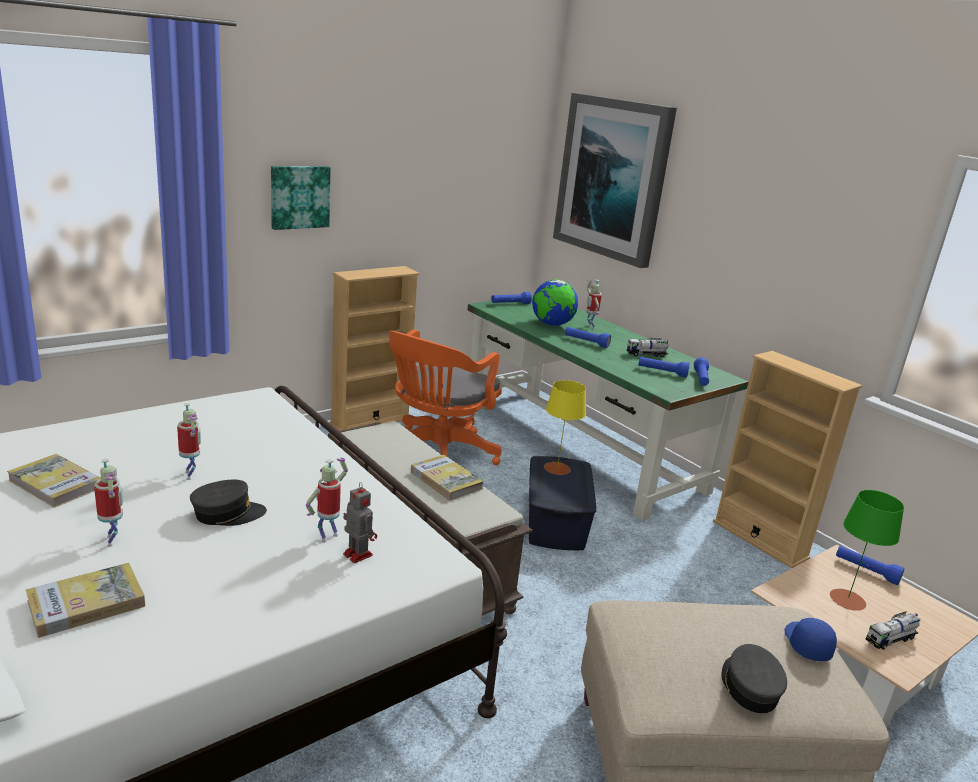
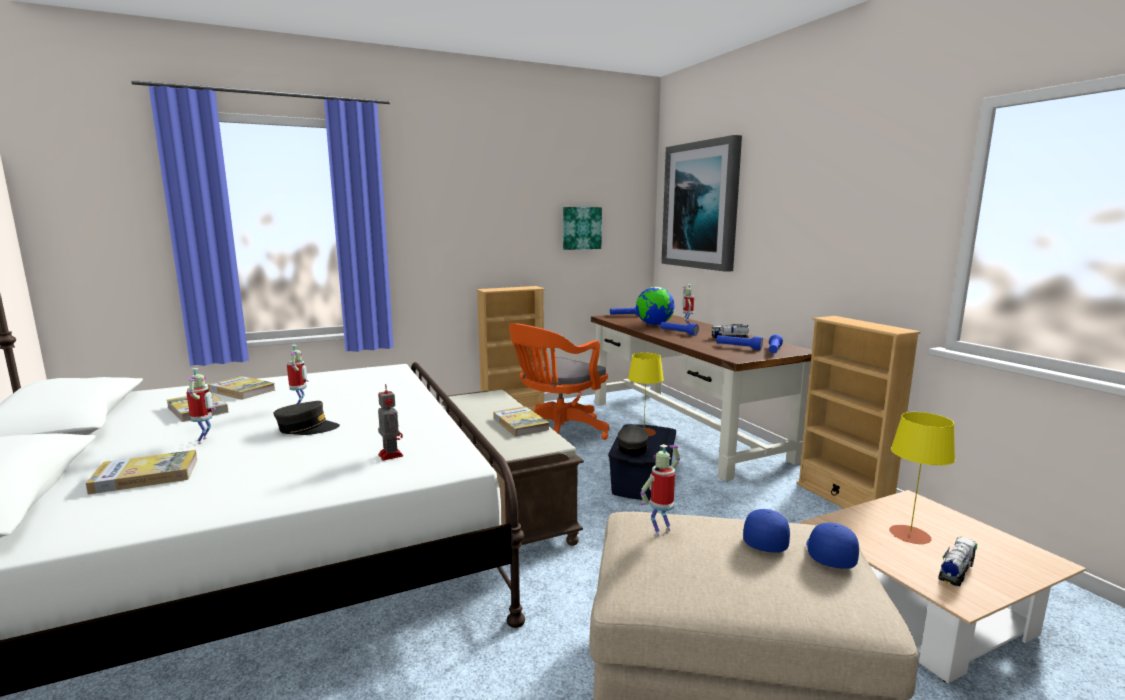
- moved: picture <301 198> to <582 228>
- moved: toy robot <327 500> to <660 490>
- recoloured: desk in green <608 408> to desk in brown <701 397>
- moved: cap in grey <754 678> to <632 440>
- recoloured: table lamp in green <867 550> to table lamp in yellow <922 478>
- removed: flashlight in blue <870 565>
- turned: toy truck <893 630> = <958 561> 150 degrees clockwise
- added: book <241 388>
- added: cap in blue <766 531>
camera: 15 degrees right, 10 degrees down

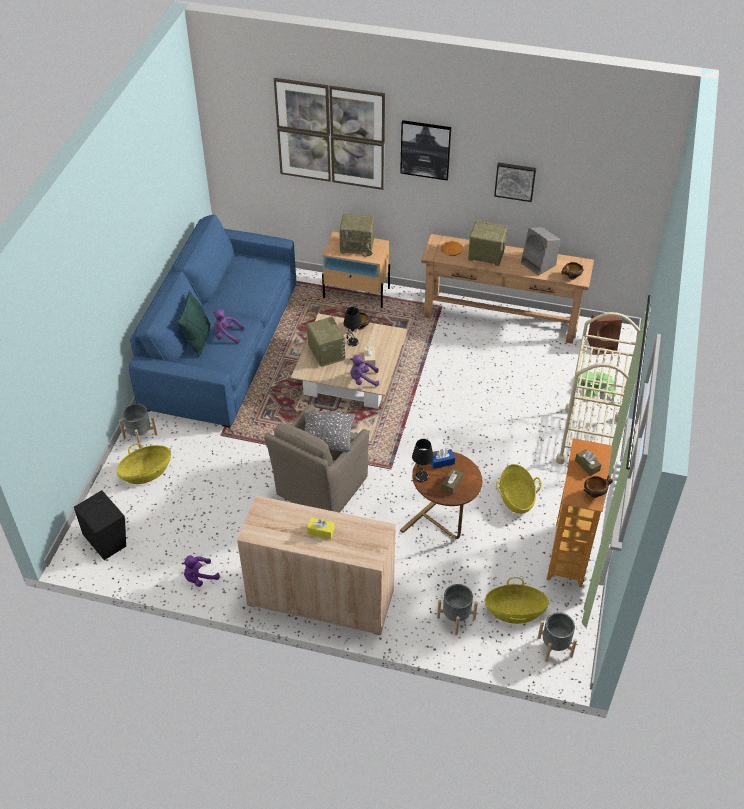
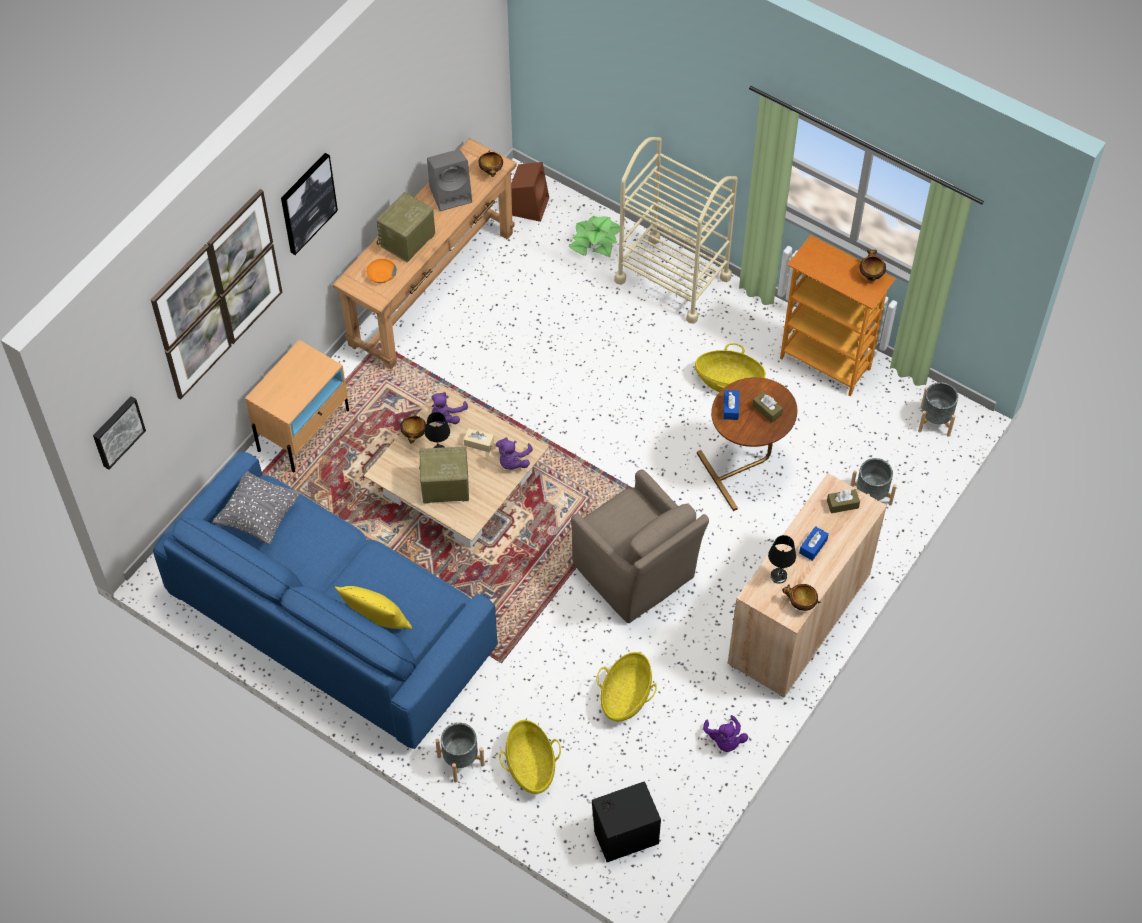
- recoloured: pillow in green <194 324> to pillow in yellow <373 607>
- moved: plush toy in purple <228 326> to <450 408>
- moved: pillow in grey <329 431> to <257 508>
- recoloured: tissue box in yellow <321 528> to tissue box in blue <814 543>
- removed: radio <356 235>
- moved: table lamp in black <423 460> to <782 559>
- moved: basket <517 600> to <627 686>
- moved: picture <515 182> to <119 433>
- moved: tissue box in brown <588 462> to <843 501>
- added: bowl <801 597>
camera: 70 degrees left, 10 degrees up

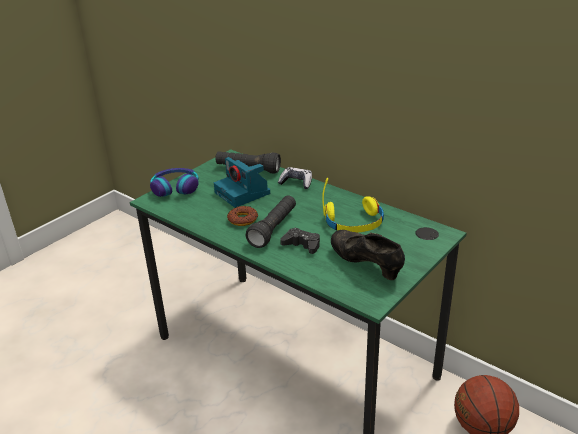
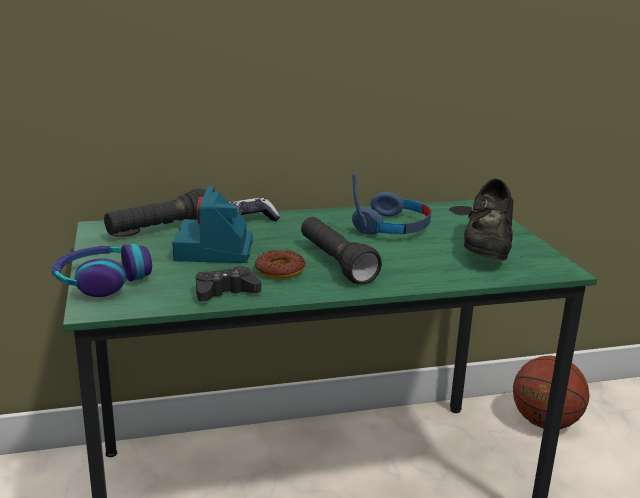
- turned: photo camera <242 182> = <212 224> 90 degrees clockwise
- moved: game controller in black <300 241> to <228 284>
- recoloured: headphones in yellow <353 205> to headphones in blue <391 204>
- turned: shoe in black <368 255> = <488 219> 75 degrees counterclockwise
camera: 55 degrees left, 10 degrees down

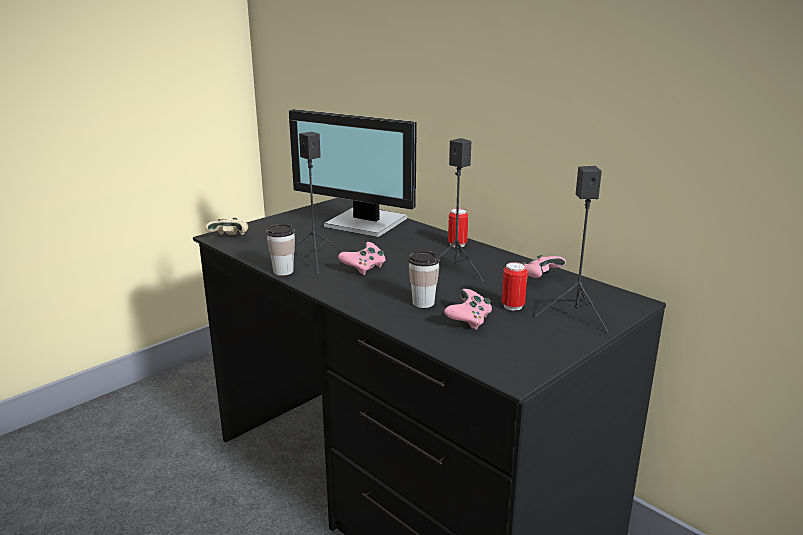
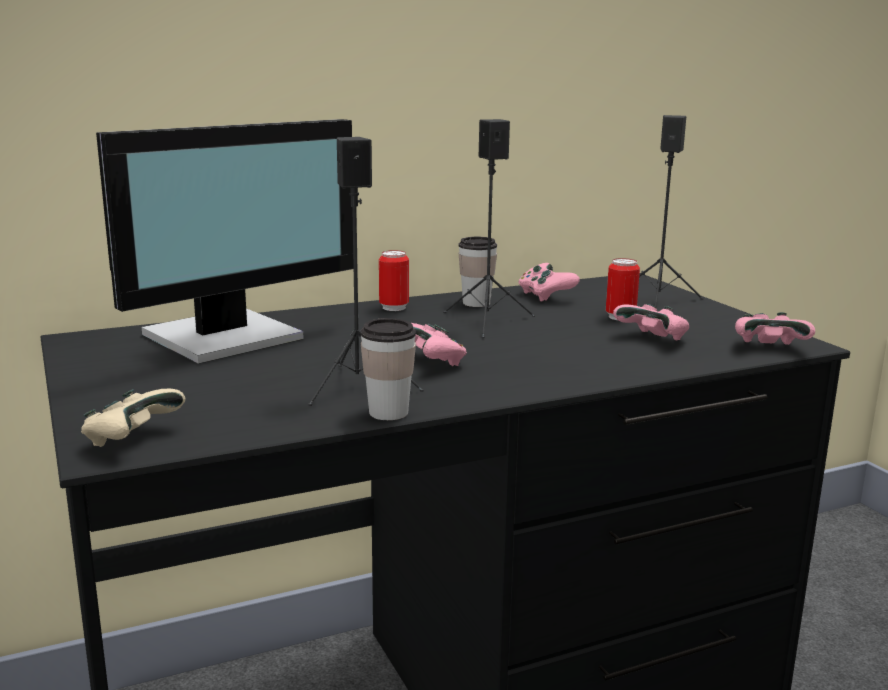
- moved: cup <424 279> to <478 272>
- added: game controller in pink <775 328>
camera: 70 degrees left, 5 degrees down

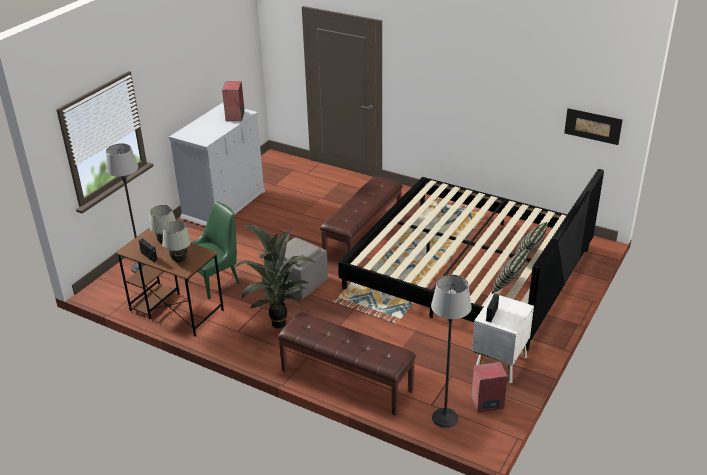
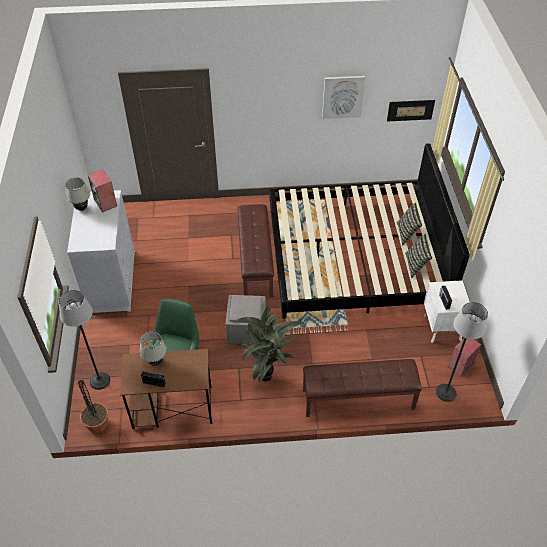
- moved: table lamp in white <176 241> to <77 194>
- added: potted plant <93 406>
- added: picture <343 97>
camera: 35 degrees left, 15 degrees up

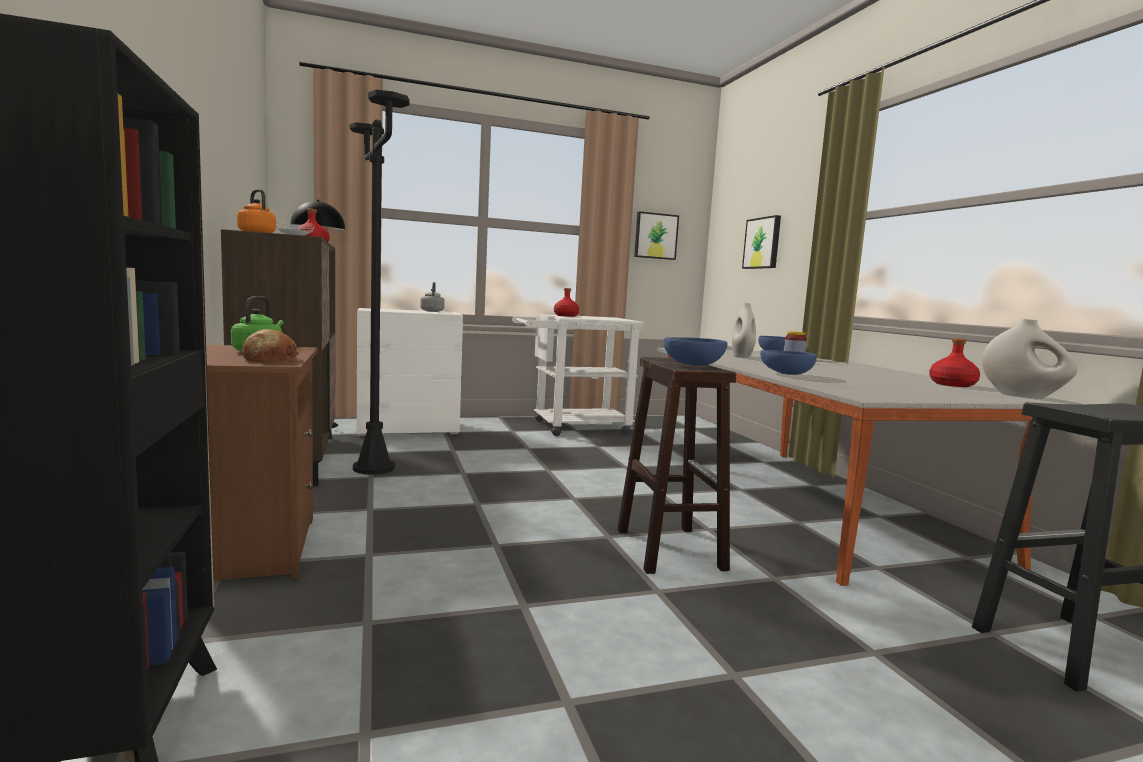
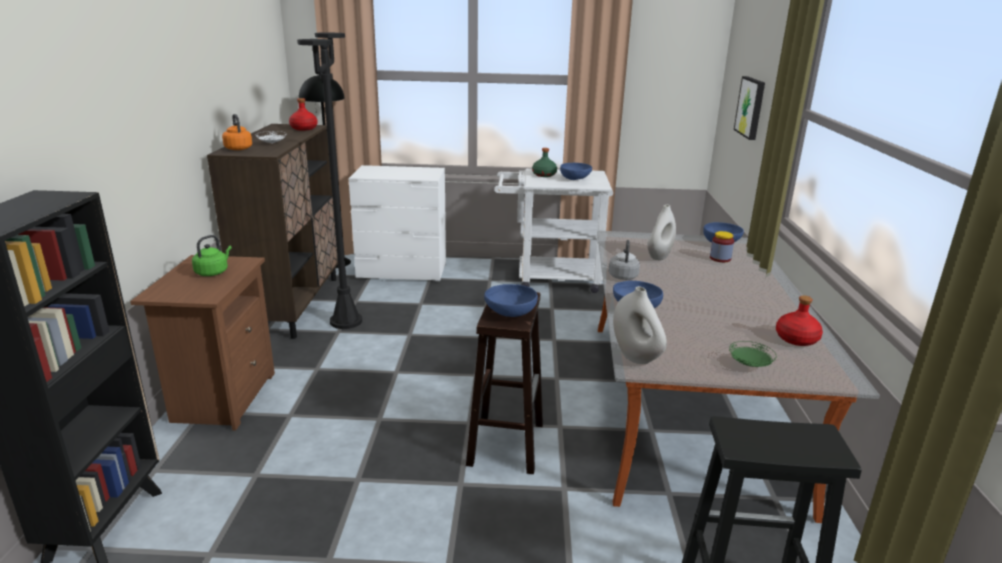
- removed: bread <270 345>
- moved: kettle in grey <432 297> to <624 260>
- recoloured: bottle in red <566 302> to bottle in green <544 162>
- removed: picture <656 235>
- moved: vase in white <1029 359> to <640 325>
- added: bowl in blue <576 171>
- added: plate in green <753 354>
camera: 20 degrees right, 15 degrees up

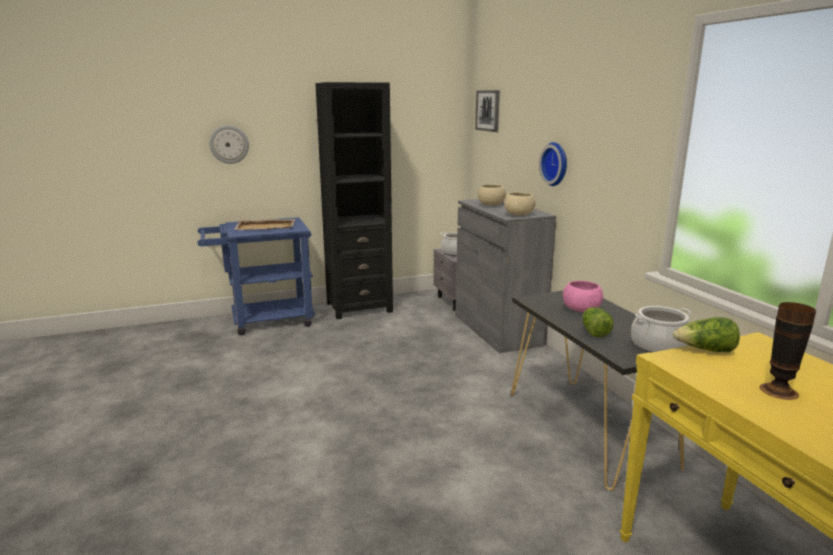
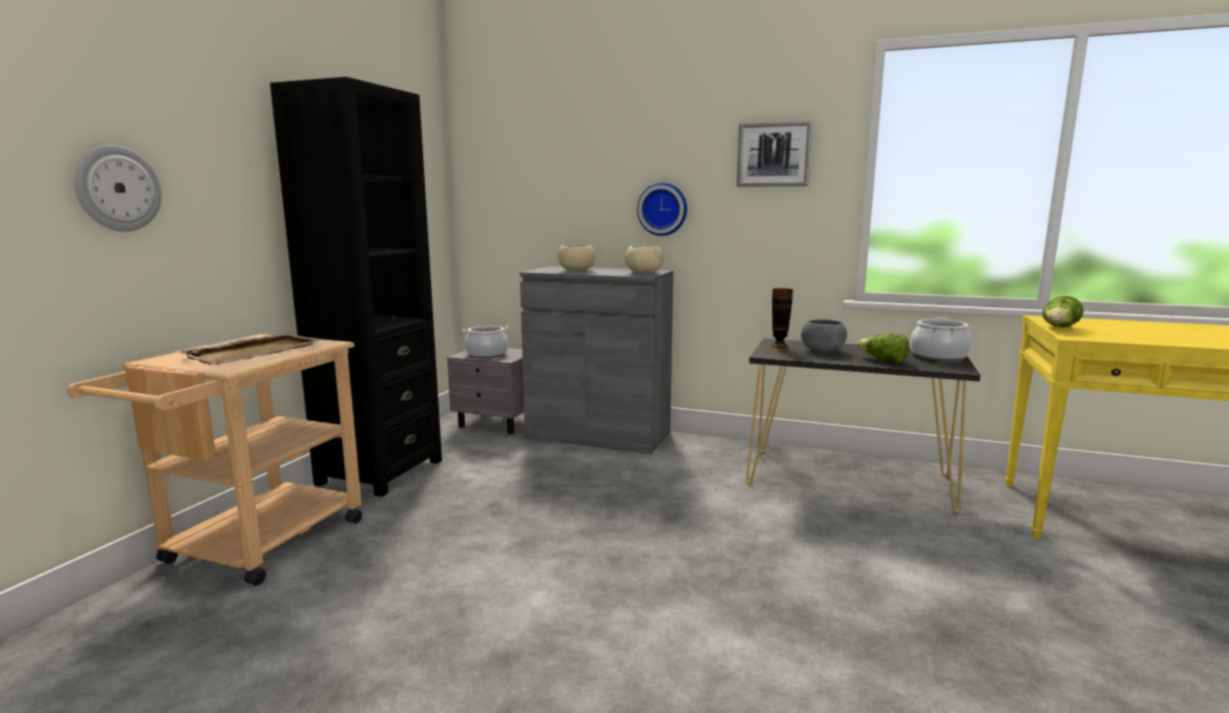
- recoloured: cart in blue <256 276> to cart in beige <214 460>
- moved: picture <487 111> to <775 154>
- recoloured: bowl in pink <583 296> to bowl in grey <824 336>
- moved: vase <788 351> to <780 319>
camera: 50 degrees left, 5 degrees down

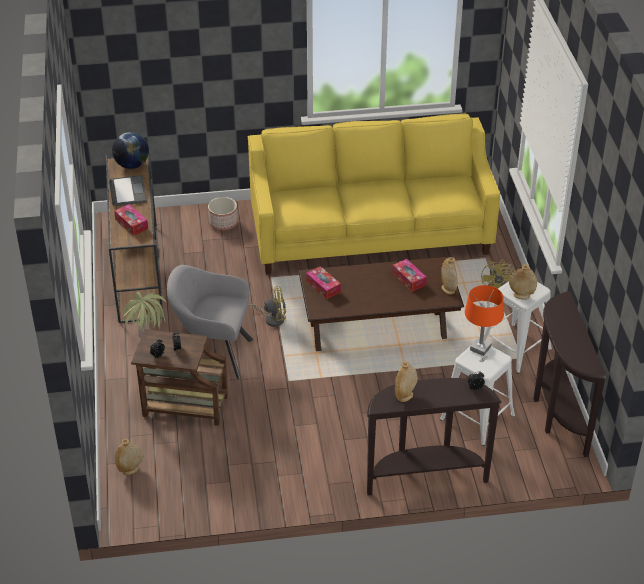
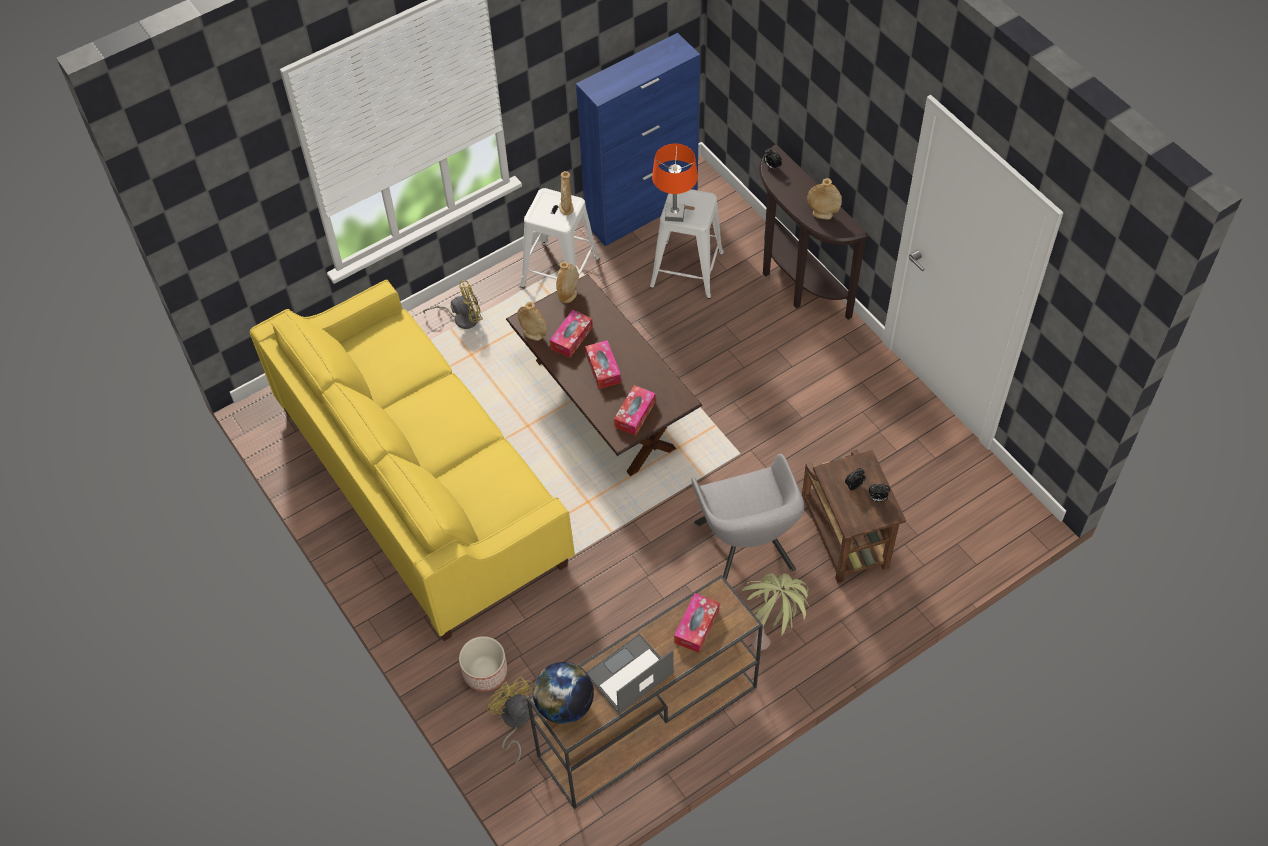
- moved: vase in beige <129 457> to <532 321>
- moved: fan in yellow <267 306> to <510 720>
- replaced: console table in brown <570 374> to cabinet in blue <638 139>
- added: tissue box <603 364>
camera: 115 degrees left, 15 degrees up

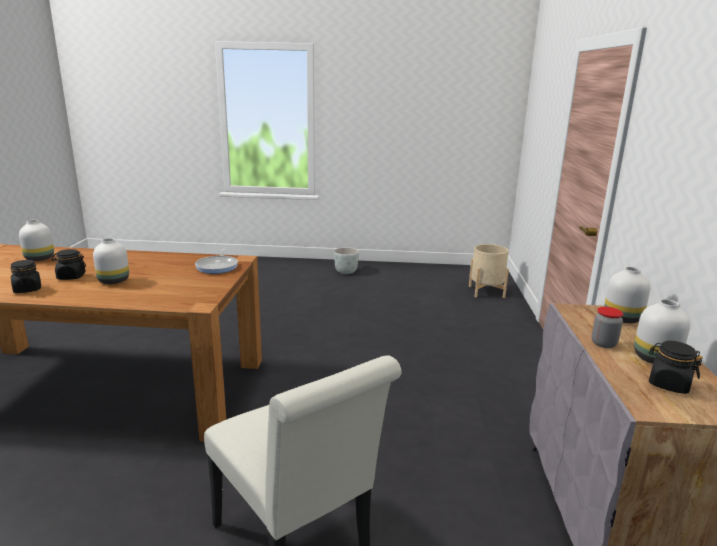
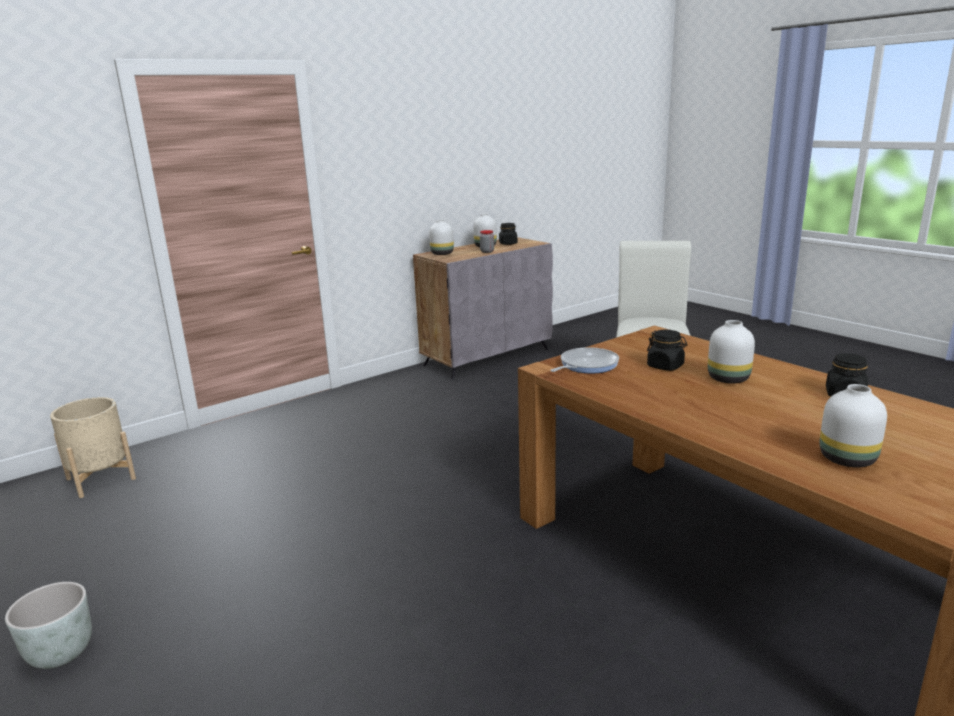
- moved: jar in black <68 264> to <667 350>
camera: 130 degrees left, 0 degrees up

